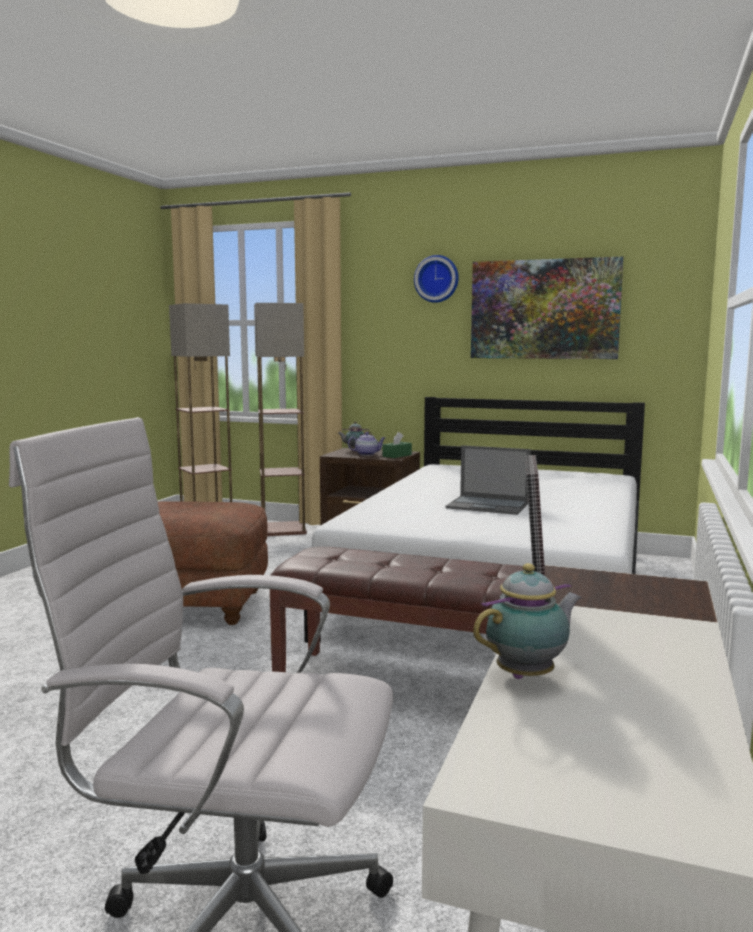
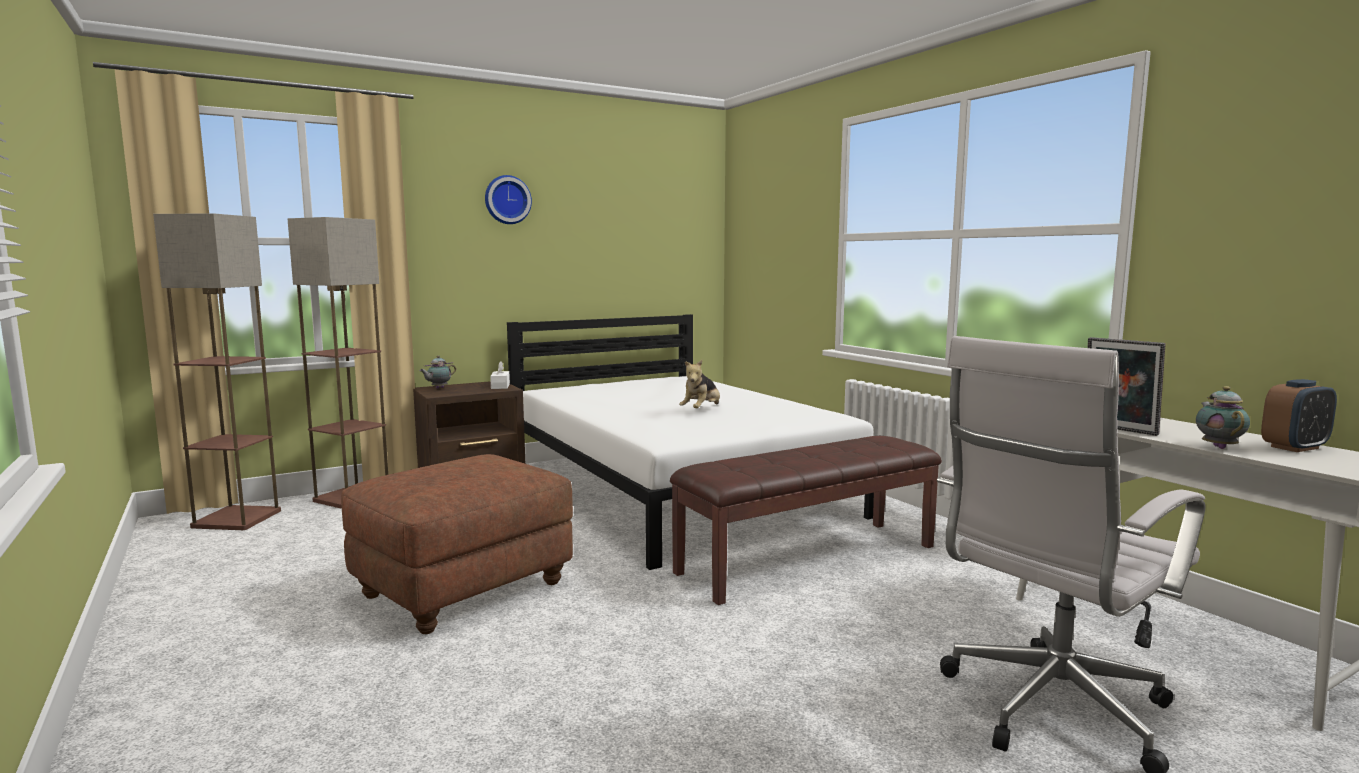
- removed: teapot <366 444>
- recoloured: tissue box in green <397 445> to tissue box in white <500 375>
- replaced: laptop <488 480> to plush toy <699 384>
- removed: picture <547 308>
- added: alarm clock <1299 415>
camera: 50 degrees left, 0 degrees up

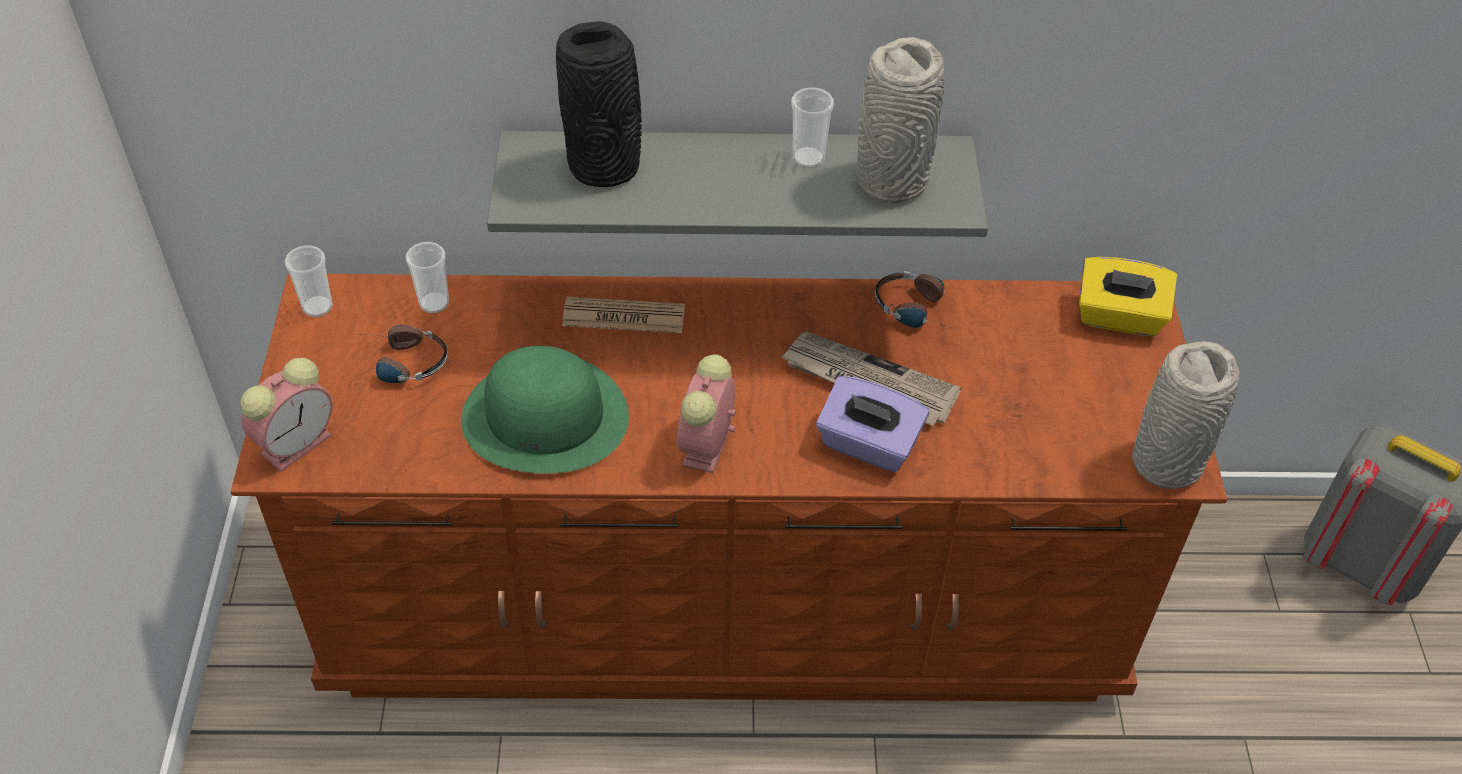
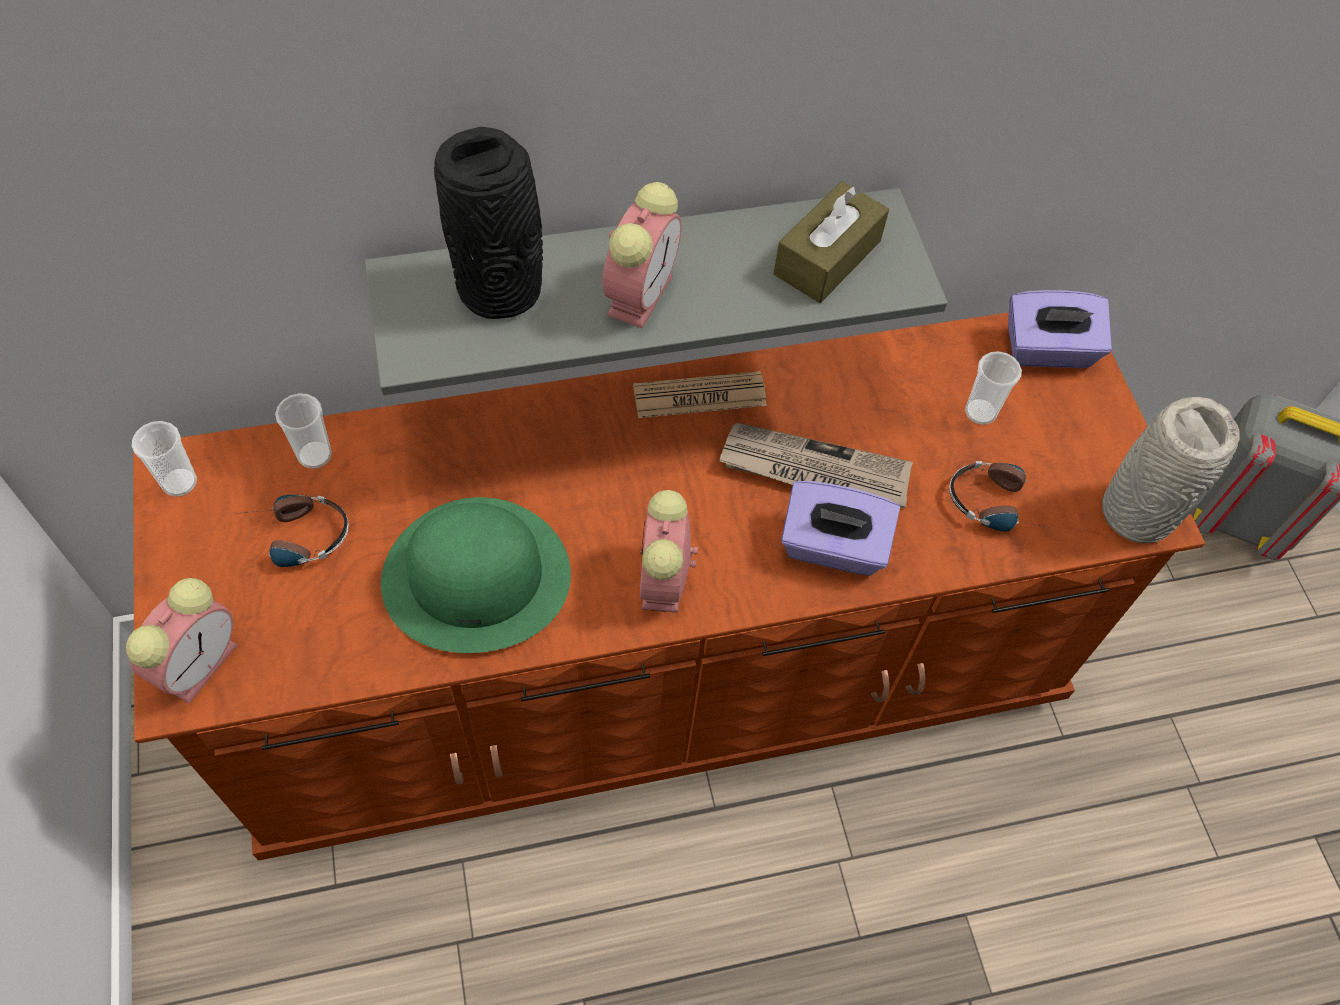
- moved: newspaper <623 315> to <700 394>
- moved: cup <812 127> to <993 388>
- replaced: vase in grey <900 120> to tissue box in brown <831 242>
- moved: headphones <914 300> to <998 496>
- recoloured: tissue box in yellow <1128 296> to tissue box in purple <1060 329>
- added: alarm clock <642 255>
camera: 15 degrees left, 10 degrees up

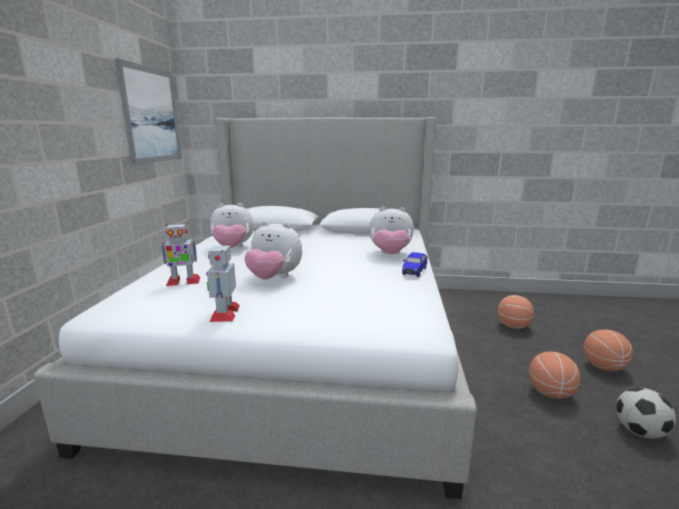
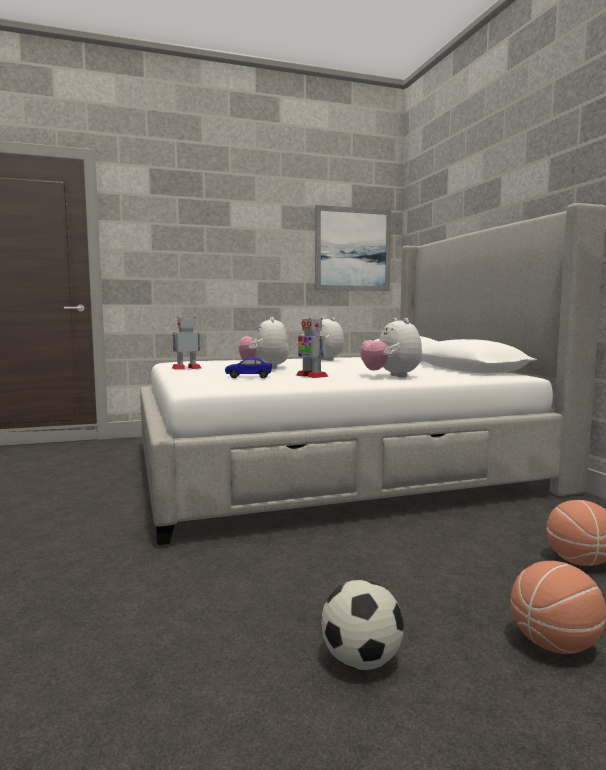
- moved: toy robot <180 254> to <312 348>
- moved: toy car <414 264> to <248 367>
- removed: basketball <554 375>
camera: 65 degrees right, 10 degrees down

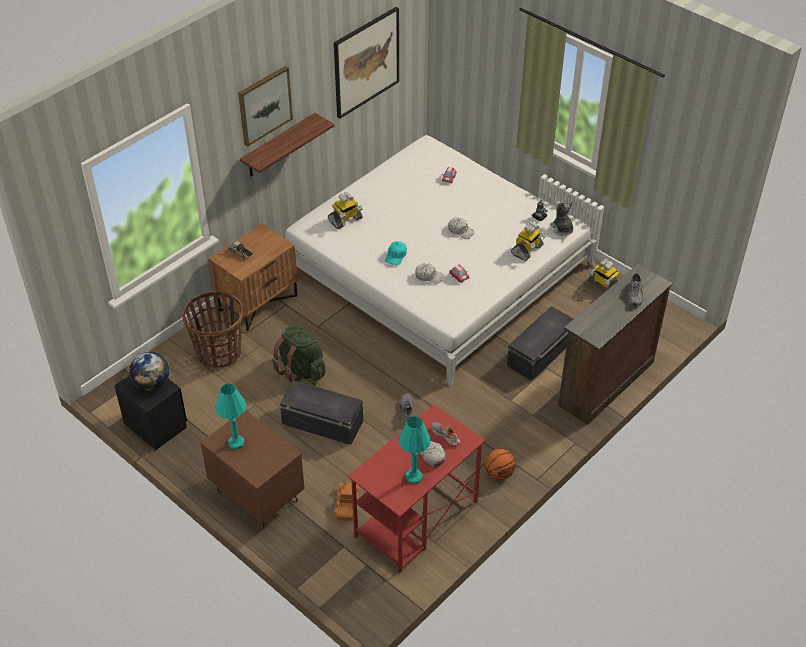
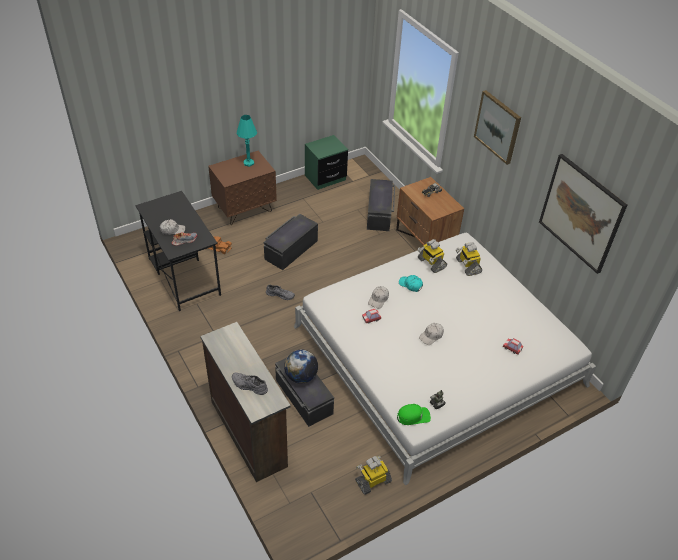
- recoloured: nightstand in black <150 412> to nightstand in green <326 162>
- moved: globe <149 371> to <301 366>
- replaced: basket <212 329> to storage box in black <381 205>
- removed: shelf <287 144>
- removed: backpack in green <299 354>
- recoloured: desk in red <416 489> to desk in black <178 251>
- removed: table lamp in turquoise <414 450>
- removed: basketball <500 464>
- moved: toy robot <529 241> to <432 256>
- replaced: plush toy <561 218> to cap in green <414 414>
camera: 105 degrees right, 0 degrees up

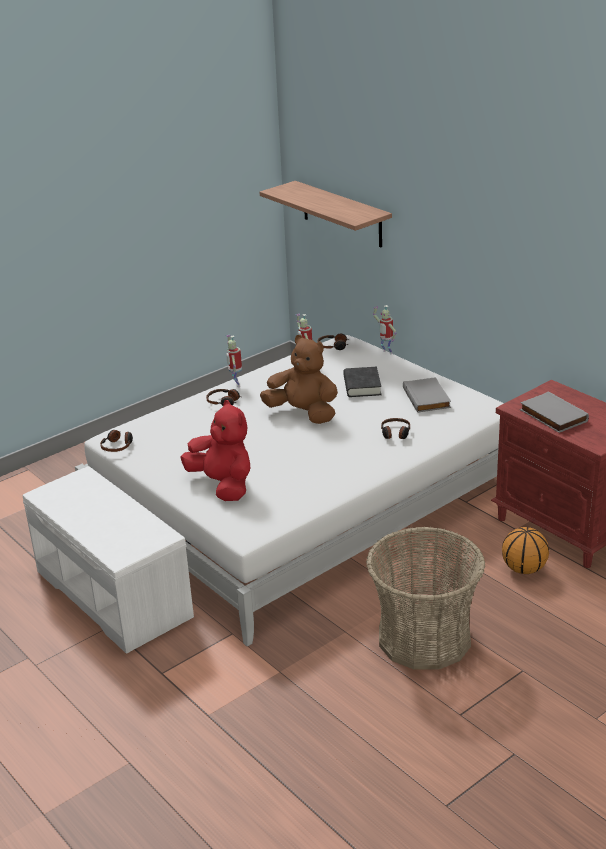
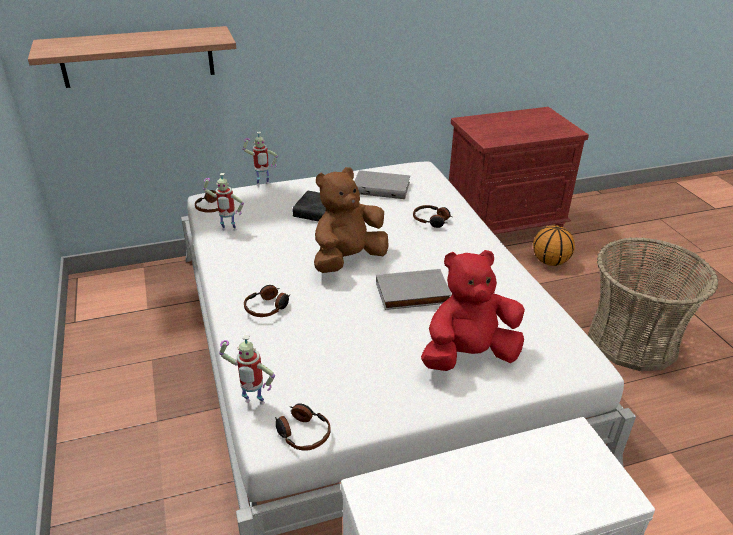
- moved: toy robot <234 361> to <247 370>
- moved: book in grey <554 412> to <414 289>
camera: 70 degrees left, 5 degrees up

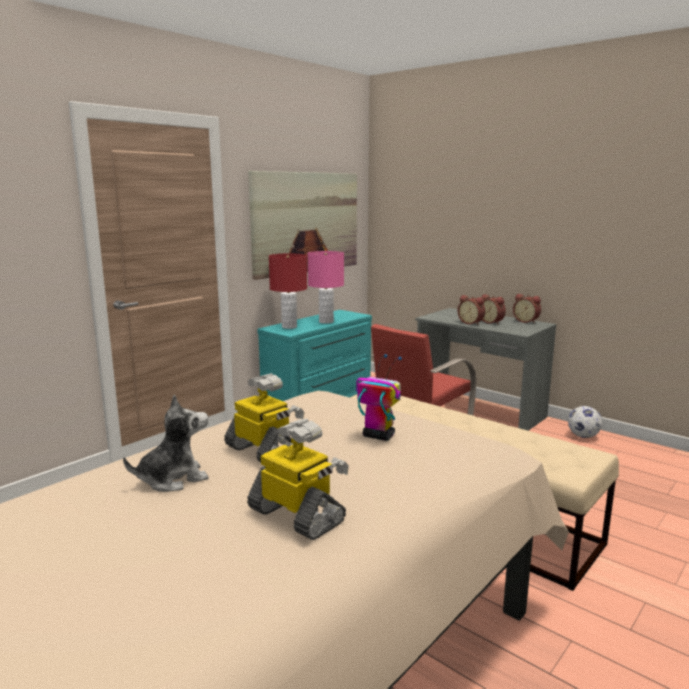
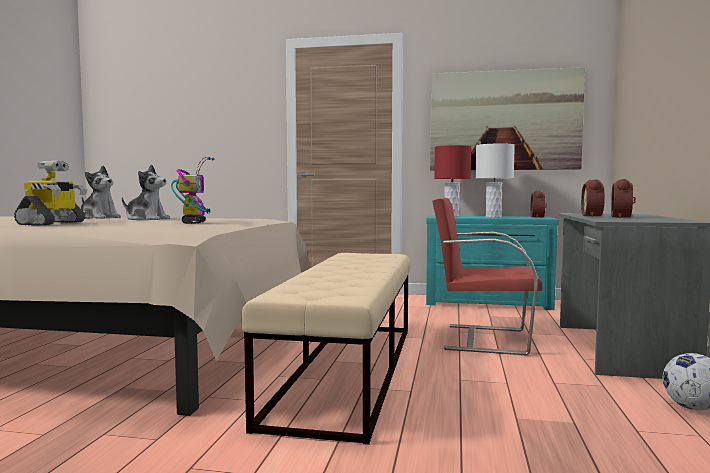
- replaced: toy robot <264 417> to plush toy <146 192>
- recoloured: table lamp in pink <326 287> to table lamp in white <495 180>
- moved: alarm clock <527 309> to <539 204>
camera: 60 degrees right, 10 degrees down

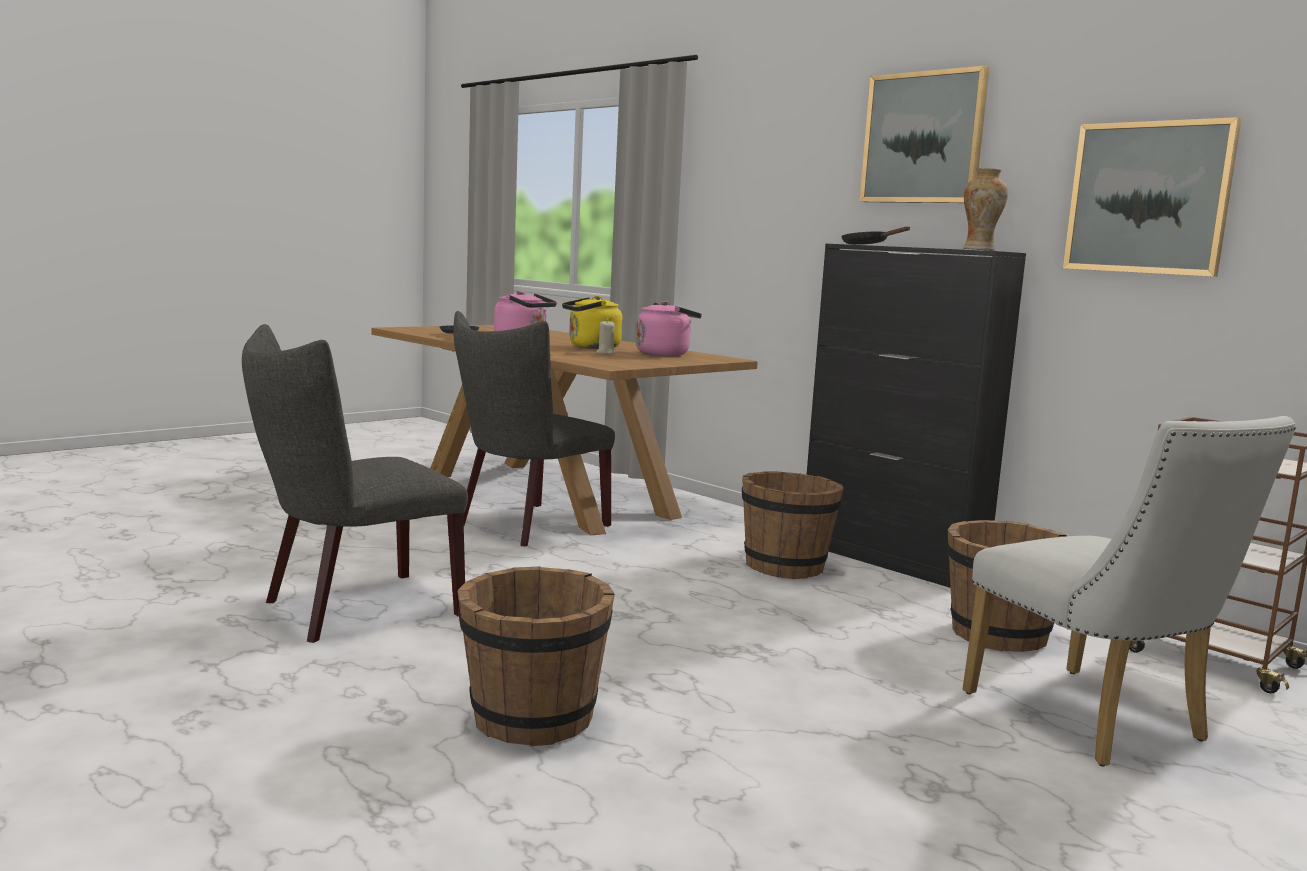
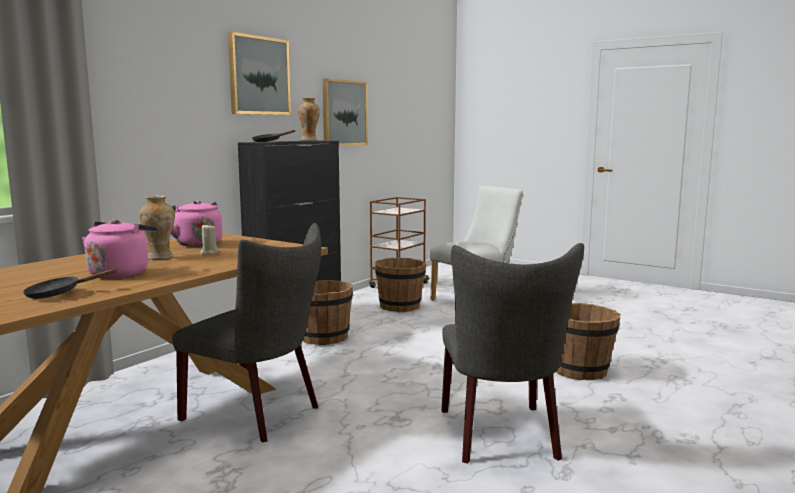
- turned: chair in grey <355 483> = <512 353> 45 degrees clockwise
- replaced: kettle in yellow <592 322> to vase <157 227>
camera: 100 degrees left, 0 degrees up

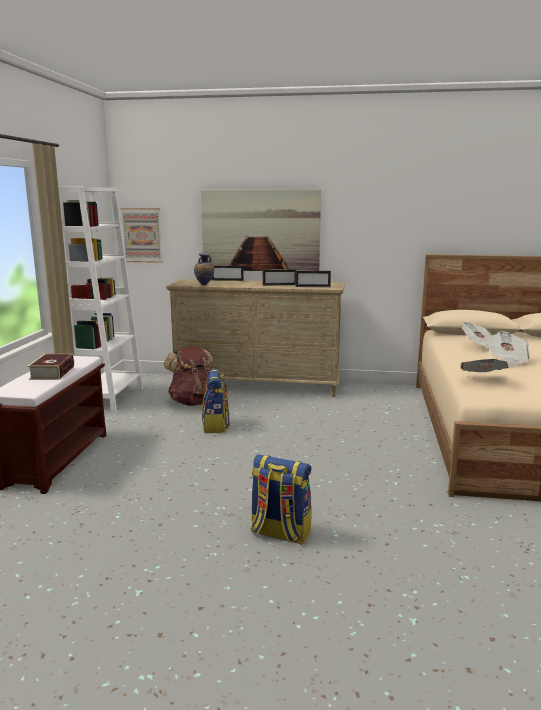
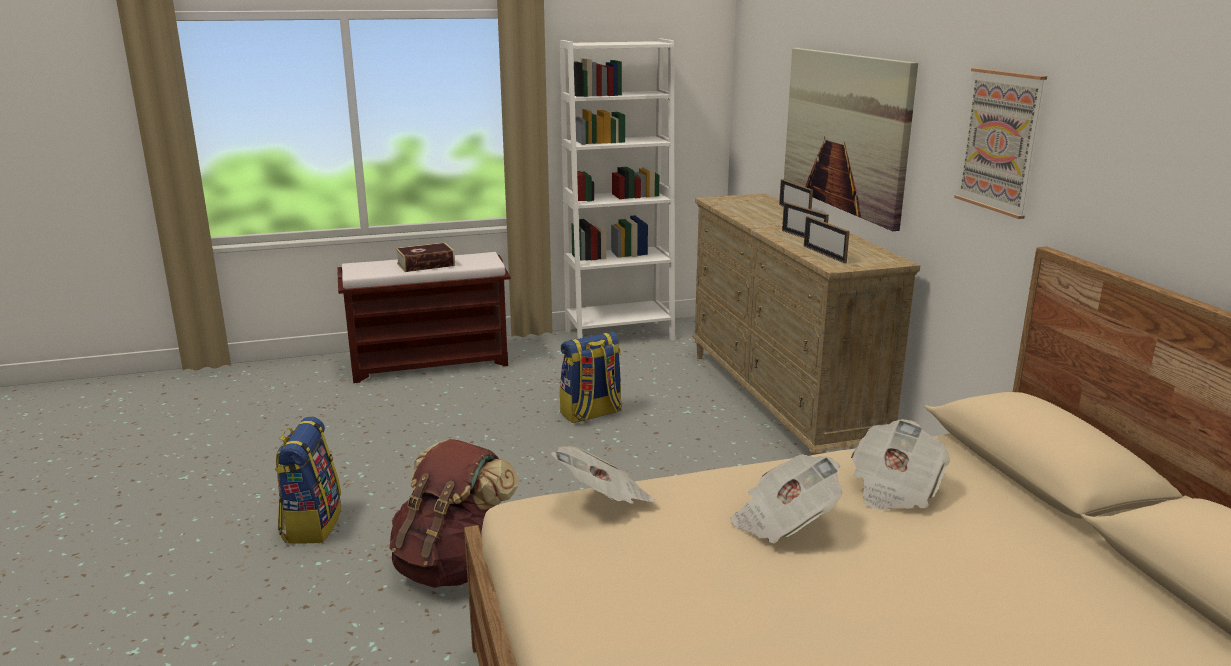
- moved: picture <141 235> to <1000 143>
- moved: backpack in brown <188 376> to <453 513>
- removed: vase <204 269>
camera: 65 degrees right, 5 degrees up

